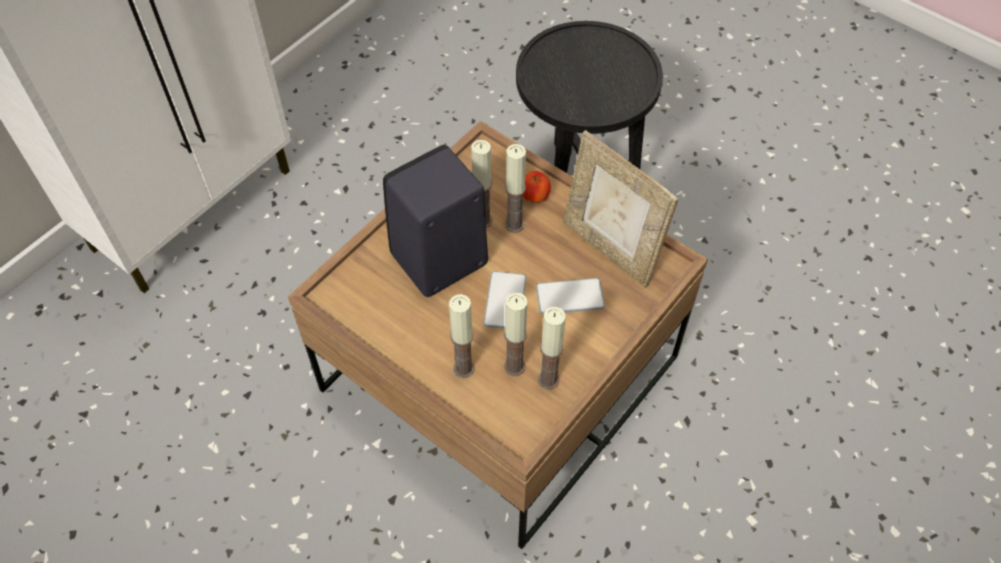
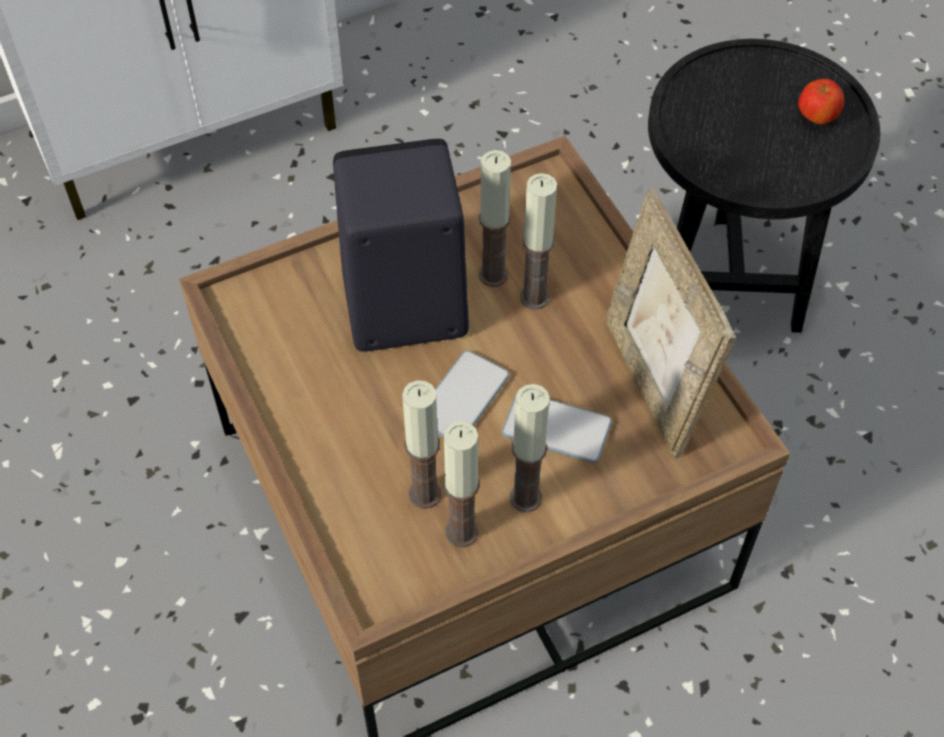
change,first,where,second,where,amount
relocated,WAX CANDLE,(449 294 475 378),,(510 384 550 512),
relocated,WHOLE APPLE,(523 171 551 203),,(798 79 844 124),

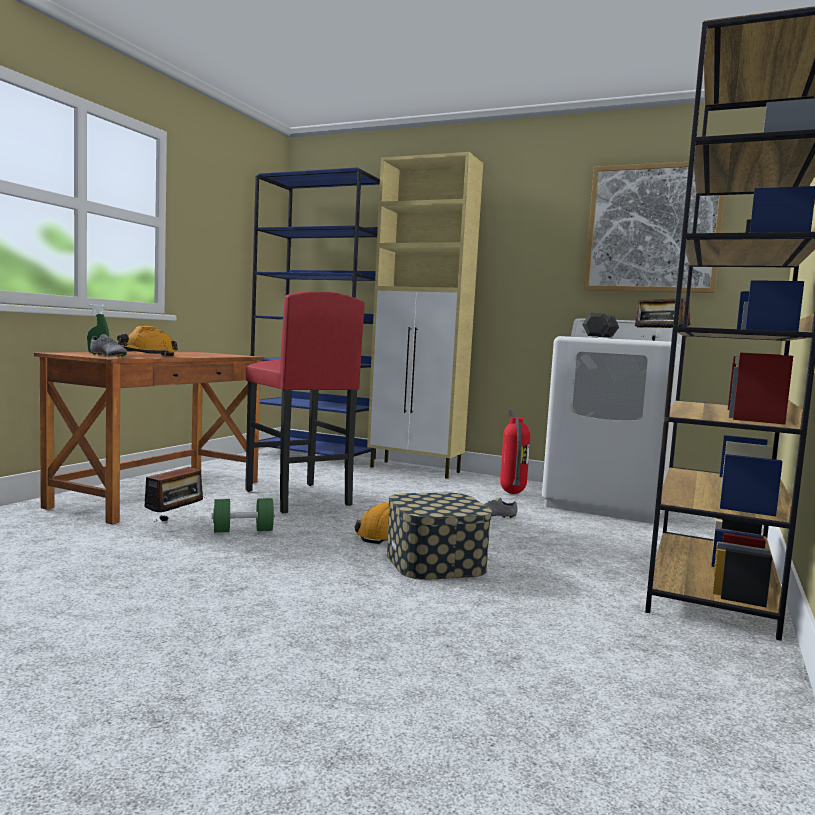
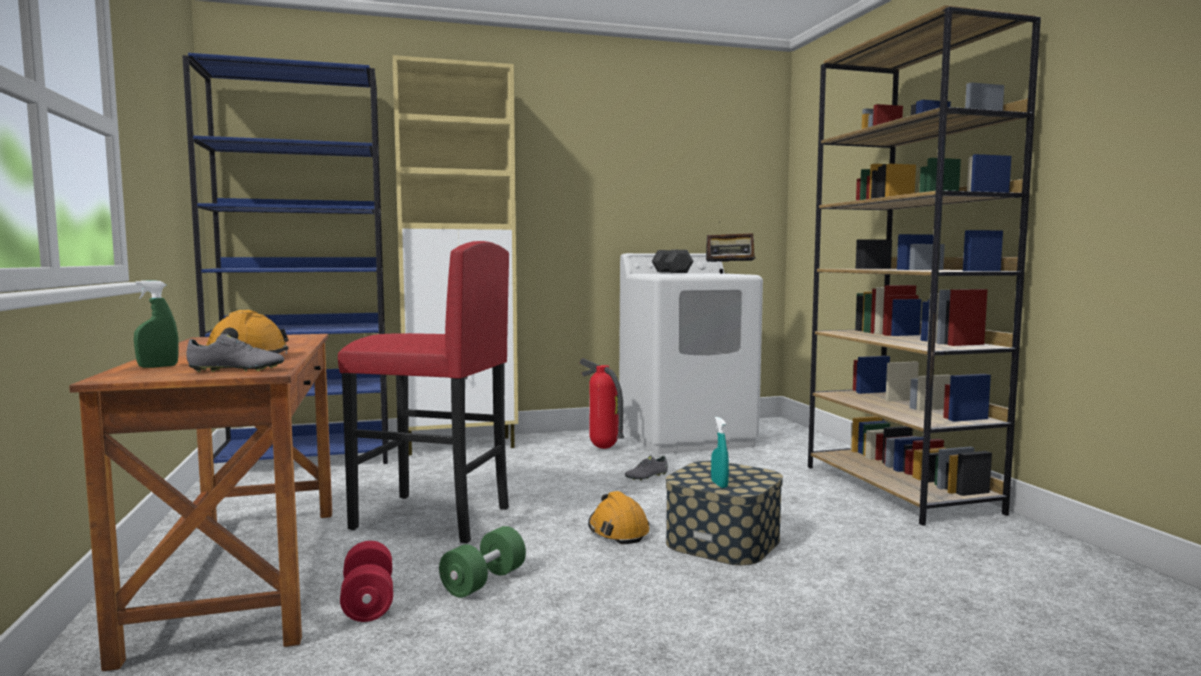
change,first,where,second,where,amount
exchanged,RADIO RECEIVER,(144 462 207 521),RED FREE WEIGHT,(340 541 393 622),
missing,PICTURE,(584 162 725 293),,,
appeared,,,TURQUOISE-COLOURED HAND SPRAYER,(711 417 729 488),

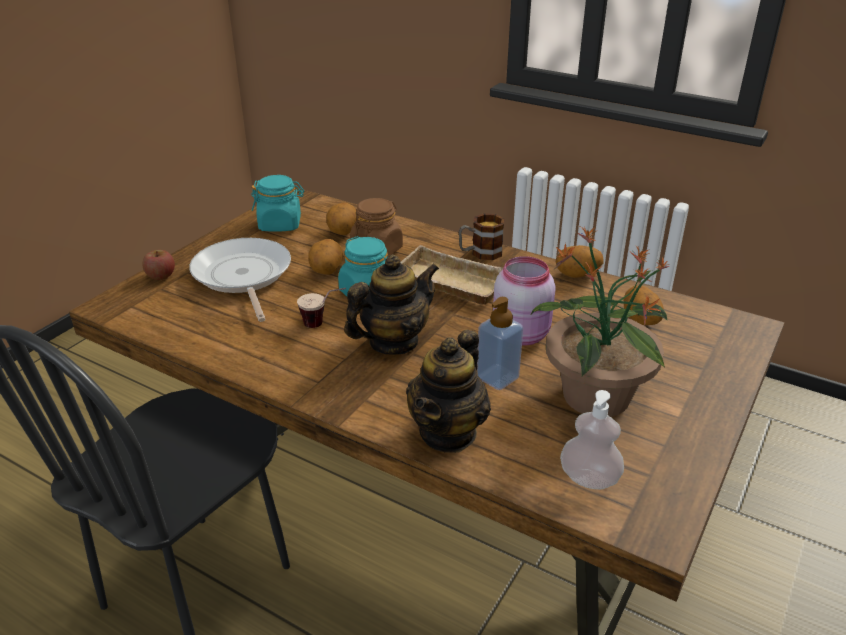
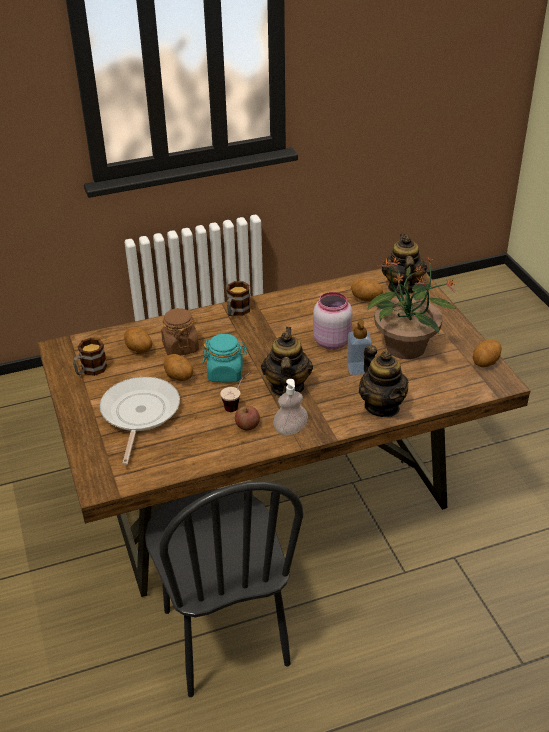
change,first,where,second,where,amount
relocated,WHOLE APPLE,(142 250 175 280),,(235 406 260 431),
spun,SKILLET,(189 238 291 322),,(100 377 180 466),75 degrees clockwise
exchanged,TURQUOISE-COLOURED STORAGE JAR,(251 175 304 232),TEA MUG,(73 338 107 376),
missing,BEIGE-COLOURED SERVING TRAY,(400 245 504 305),,,
relocated,SPUD,(556 245 604 278),,(473 339 502 367),
relocated,SOAP BOTTLE,(560 390 624 489),,(273 379 308 435),
appeared,,,TEA POT,(382 234 427 295),

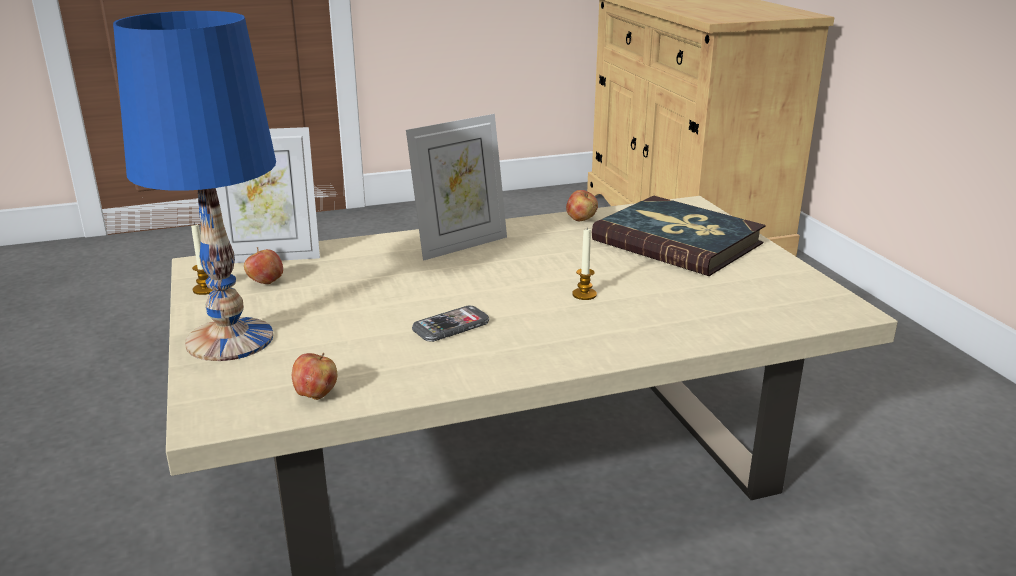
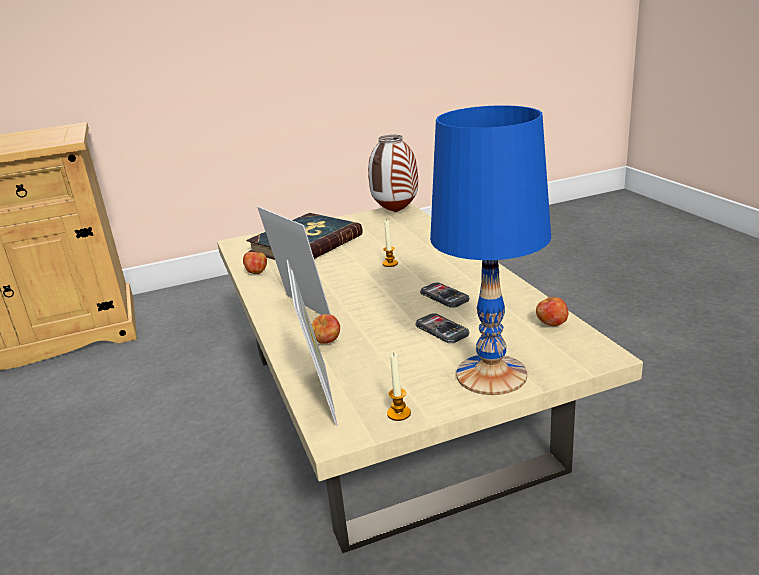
change,first,where,second,where,amount
relocated,WHOLE APPLE,(244 247 283 284),,(311 314 340 344),
appeared,,,VASE,(368 135 418 212),
appeared,,,TELEPHONE,(416 313 469 343),

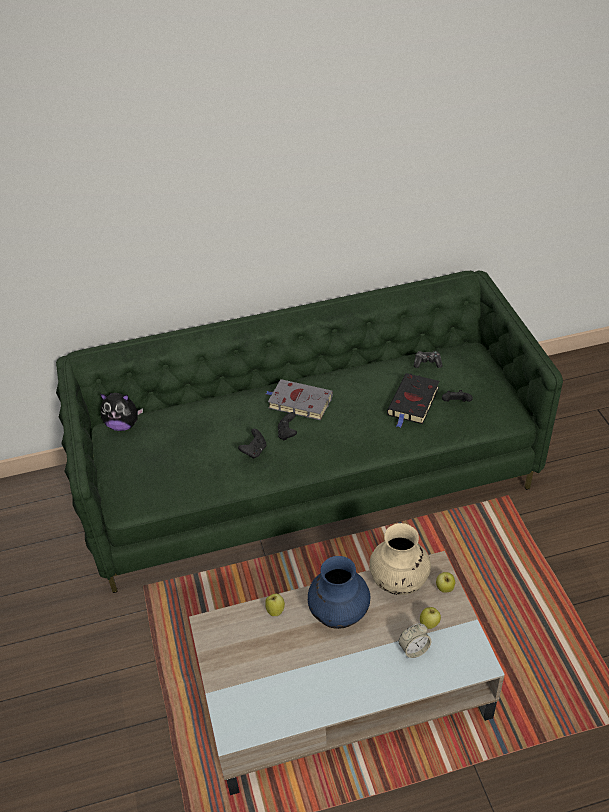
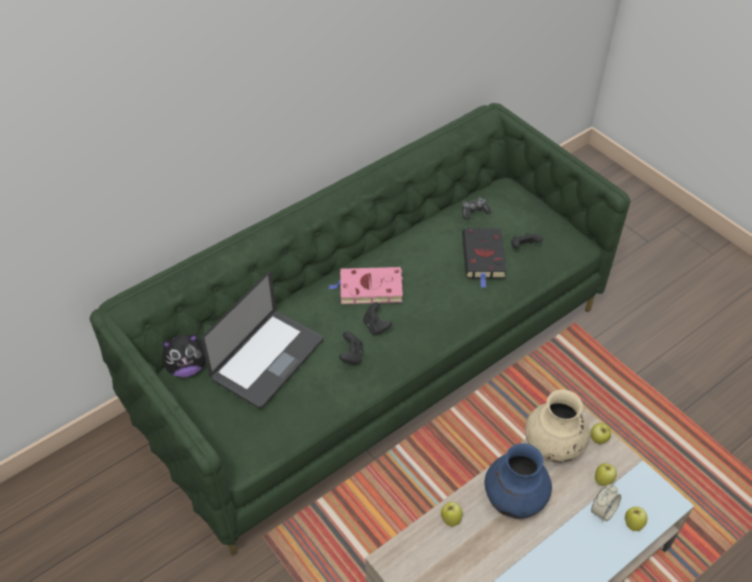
change,first,where,second,where,amount
colour,GRAY BOUND BOOK,(266 379 333 420),PINKISH BOUND BOOK,(328 267 403 304),
appeared,,,NOTEBOOK COMPUTER,(201 271 323 409),
appeared,,,WHOLE APPLE,(625 507 648 531),

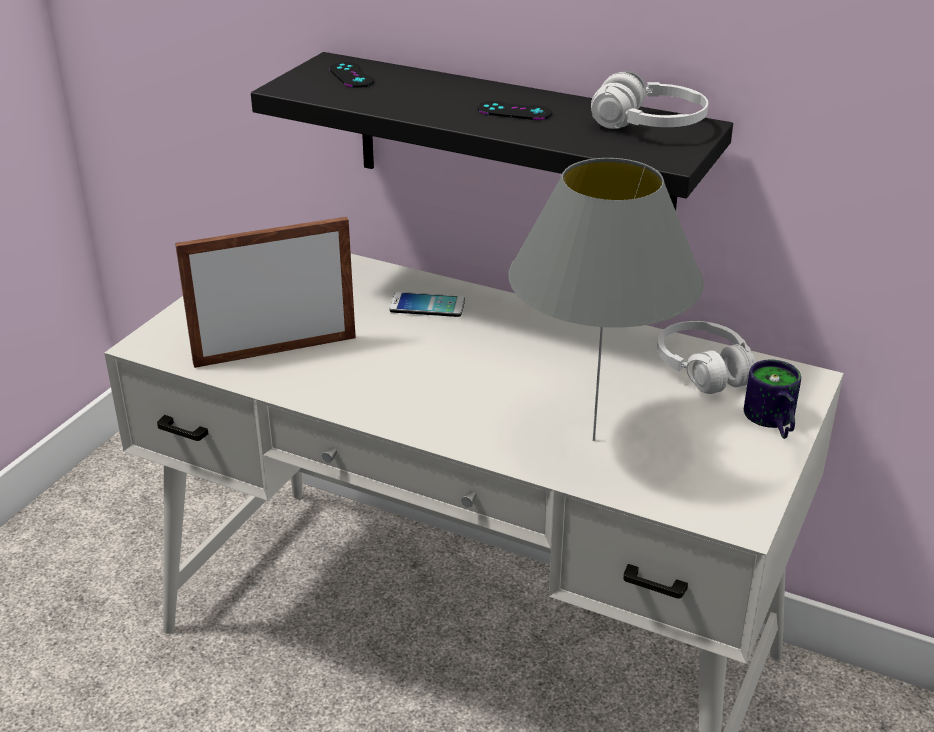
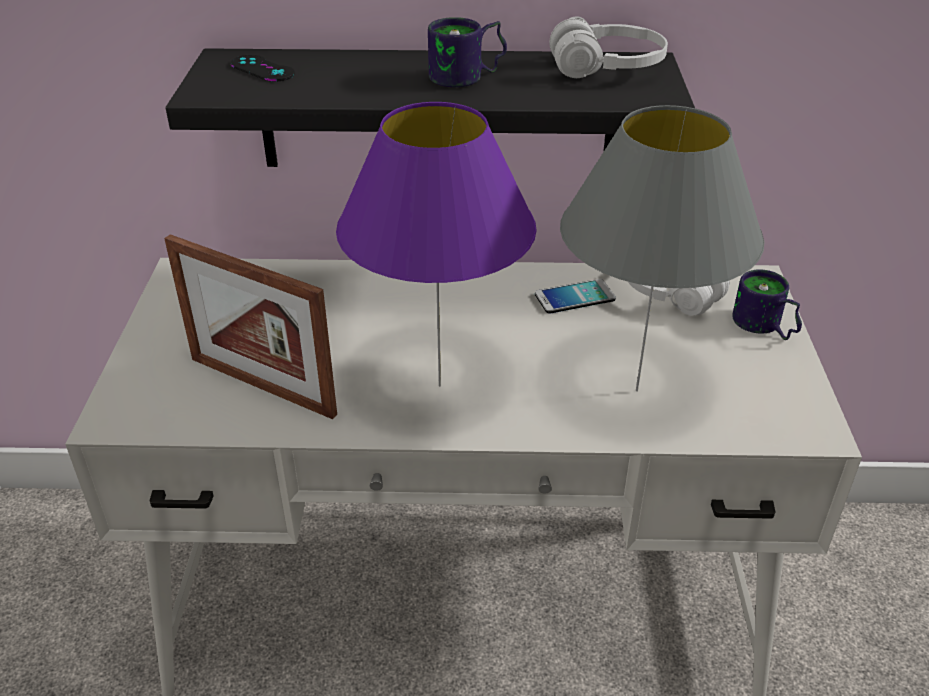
change,first,where,second,where,amount
spun,PHOTO FRAME,(175 217 356 368),,(164 234 337 419),105 degrees counterclockwise
relocated,TELEPHONE,(389 292 465 317),,(535 279 616 314),
exchanged,BLACK-COLOURED GAMEPAD,(477 101 552 120),TEA MUG,(428 17 507 87),
appeared,,,PURPLE-COLOURED LAMP FOR A TABLE,(336 102 537 386),

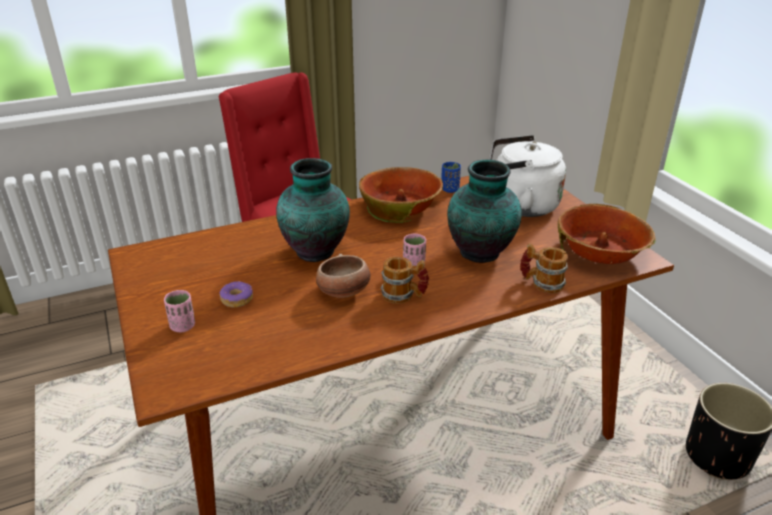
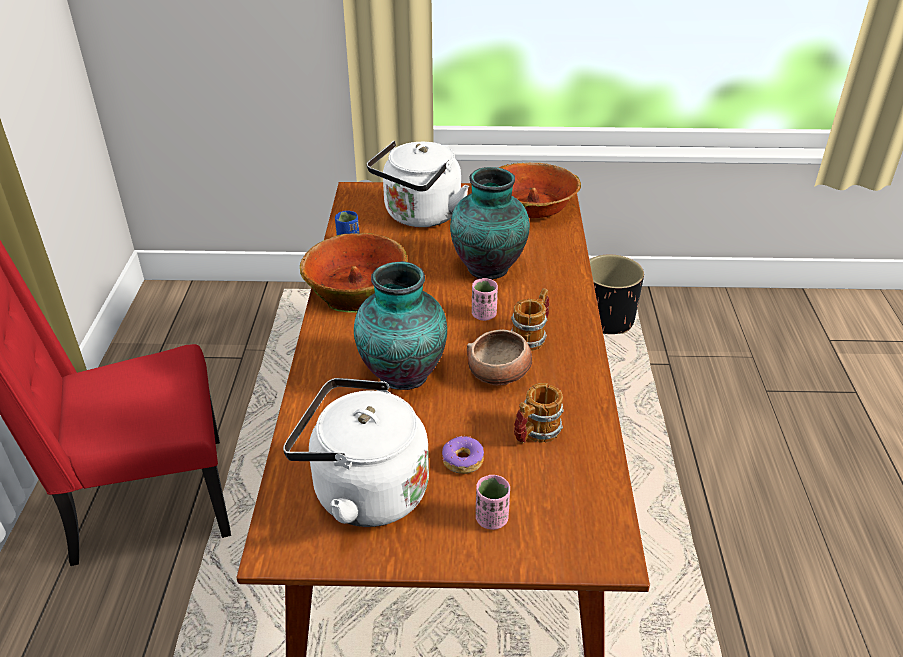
change,first,where,second,where,amount
relocated,TEA MUG,(520 243 568 294),,(514 383 564 443),
appeared,,,WHITE KETTLE,(283 378 429 527),

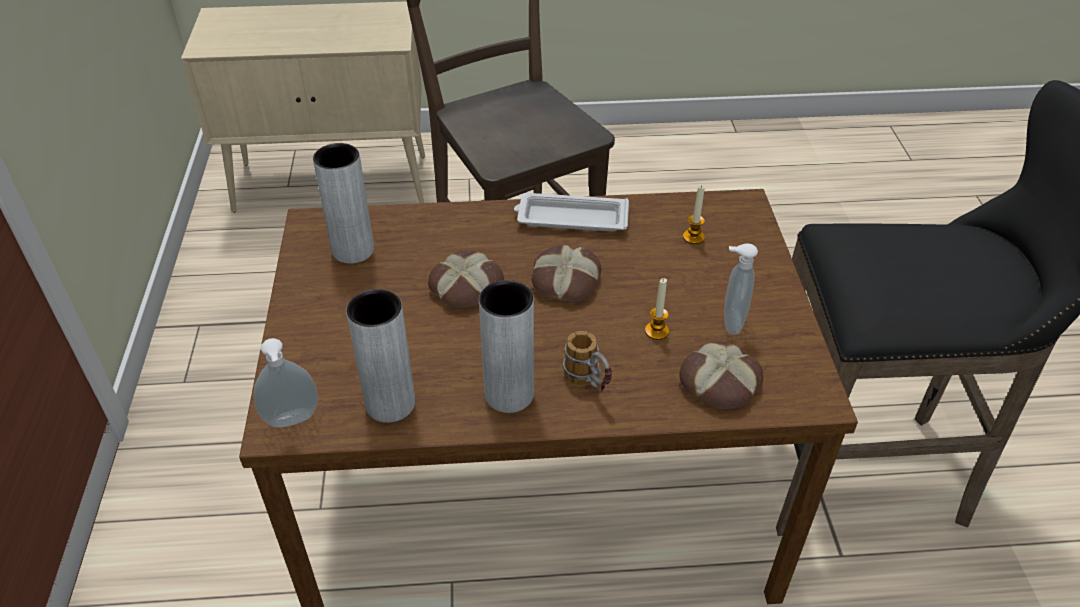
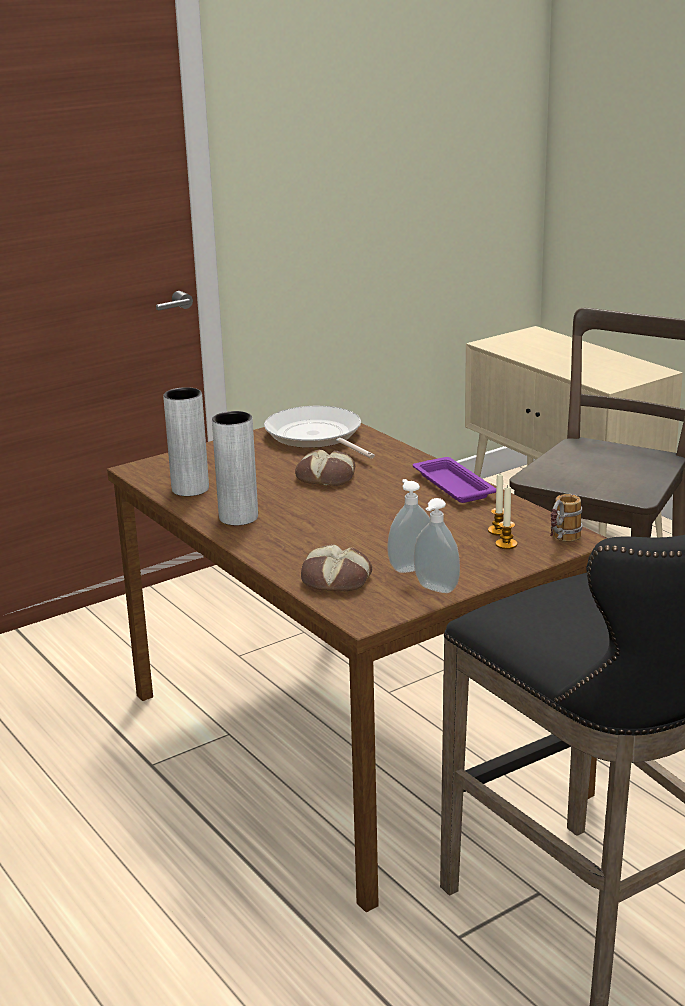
change,first,where,second,where,amount
relocated,SOAP BOTTLE,(254 338 318 428),,(414 498 460 593),
exchanged,GRAY VASE,(313 143 374 264),SKILLET,(264 406 375 458),
colour,WHITE SERVING TRAY,(514 193 629 232),PURPLE-COLOURED SERVING TRAY,(413 457 496 503),
missing,BAKED BREAD,(531 245 601 303),,,
relocated,TEA MUG,(563 331 612 392),,(550 494 582 542),
relocated,WAX CANDLE,(645 278 669 340),,(495 486 517 549),

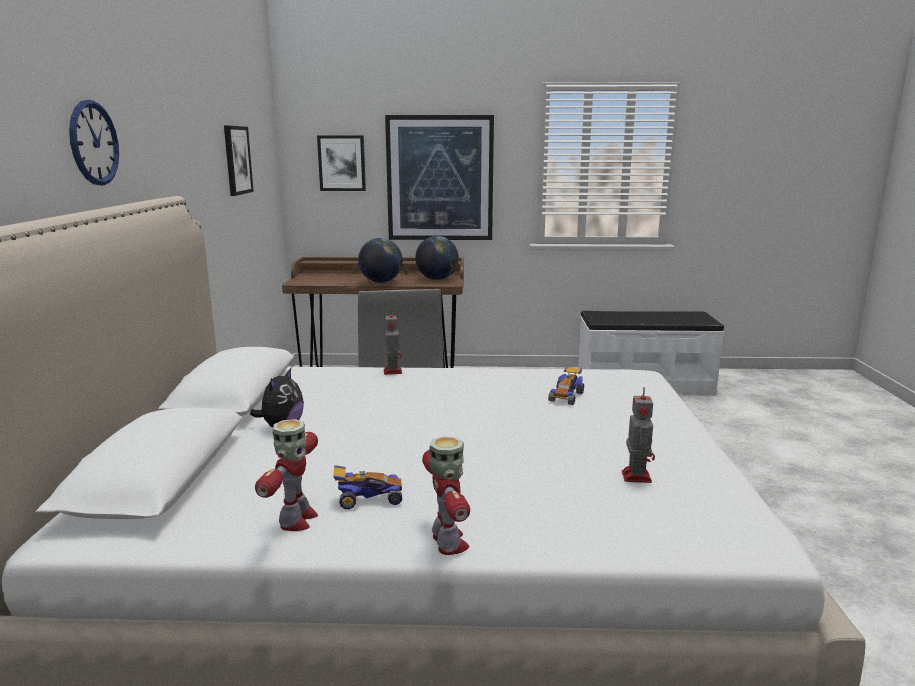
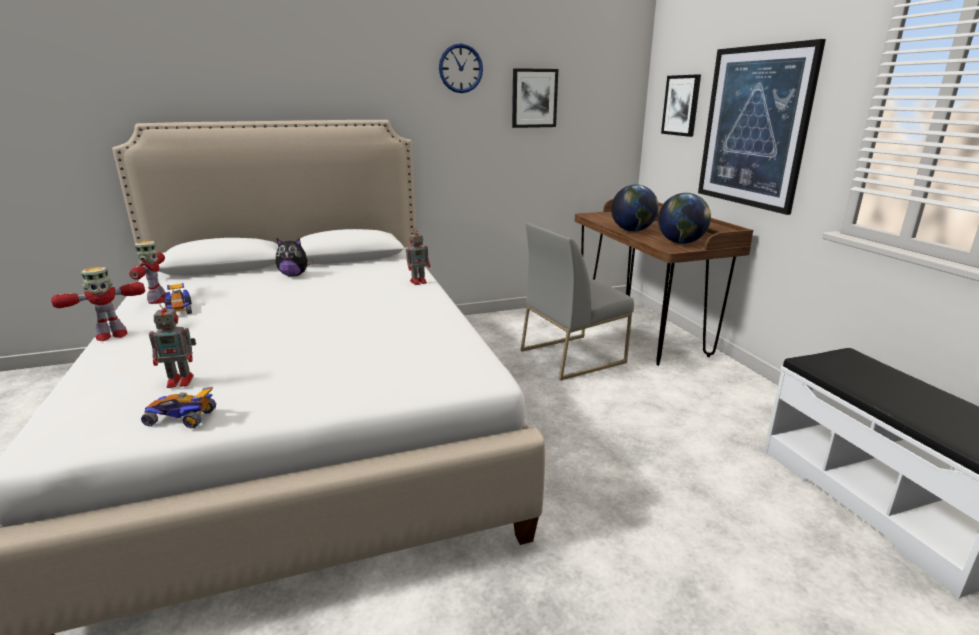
change,first,where,second,where,amount
relocated,CLOCK ON THE WALL,(69 100 119 185),,(439 43 483 93),
spun,MODEL ROBOT,(255 419 318 531),,(129 241 166 304),90 degrees counterclockwise
relocated,MINIATURE CAR,(548 366 584 405),,(141 387 216 428),

